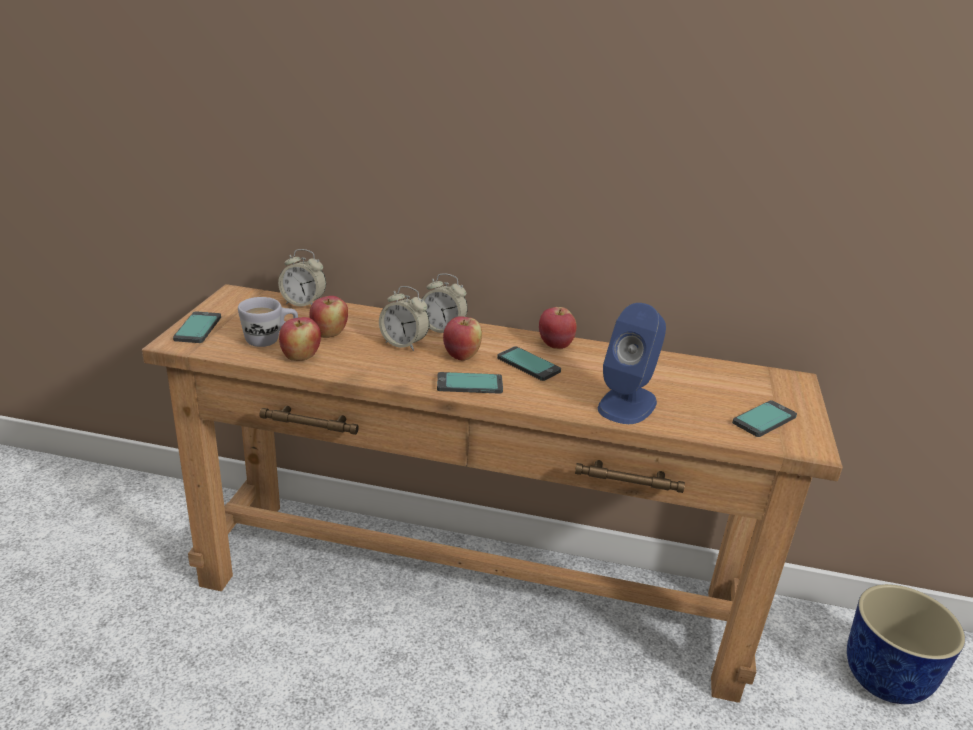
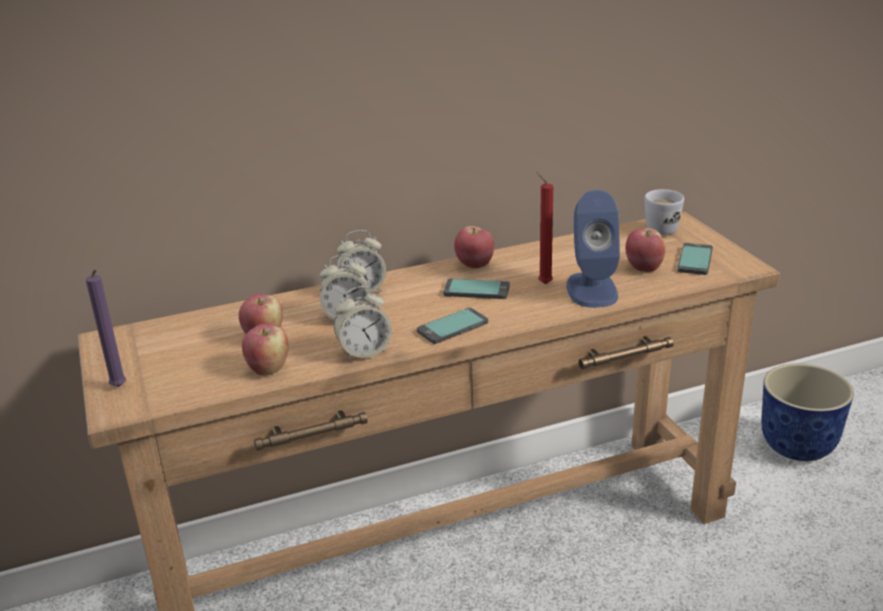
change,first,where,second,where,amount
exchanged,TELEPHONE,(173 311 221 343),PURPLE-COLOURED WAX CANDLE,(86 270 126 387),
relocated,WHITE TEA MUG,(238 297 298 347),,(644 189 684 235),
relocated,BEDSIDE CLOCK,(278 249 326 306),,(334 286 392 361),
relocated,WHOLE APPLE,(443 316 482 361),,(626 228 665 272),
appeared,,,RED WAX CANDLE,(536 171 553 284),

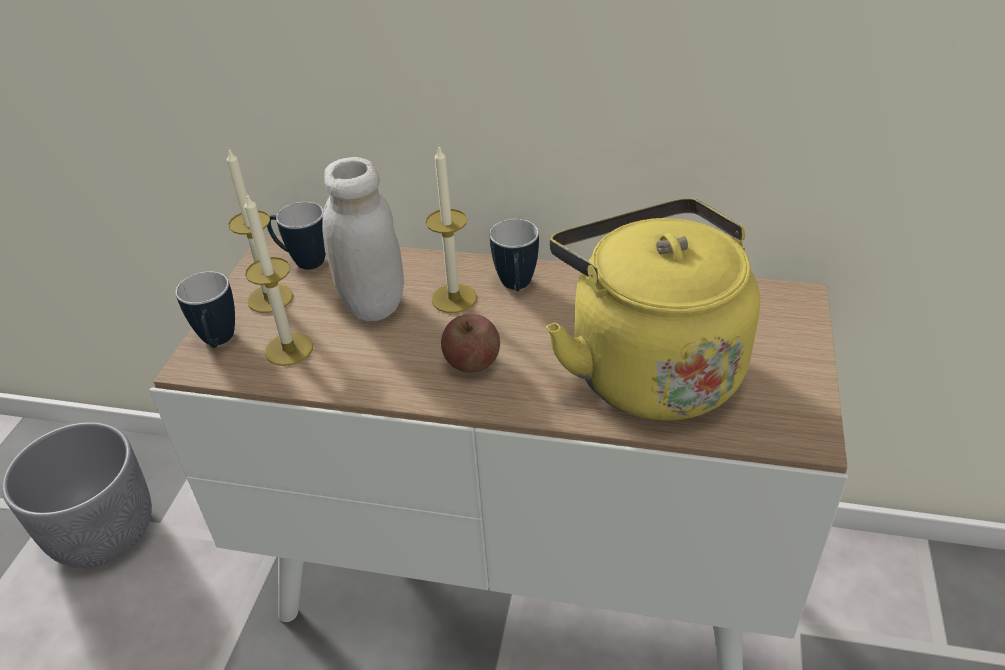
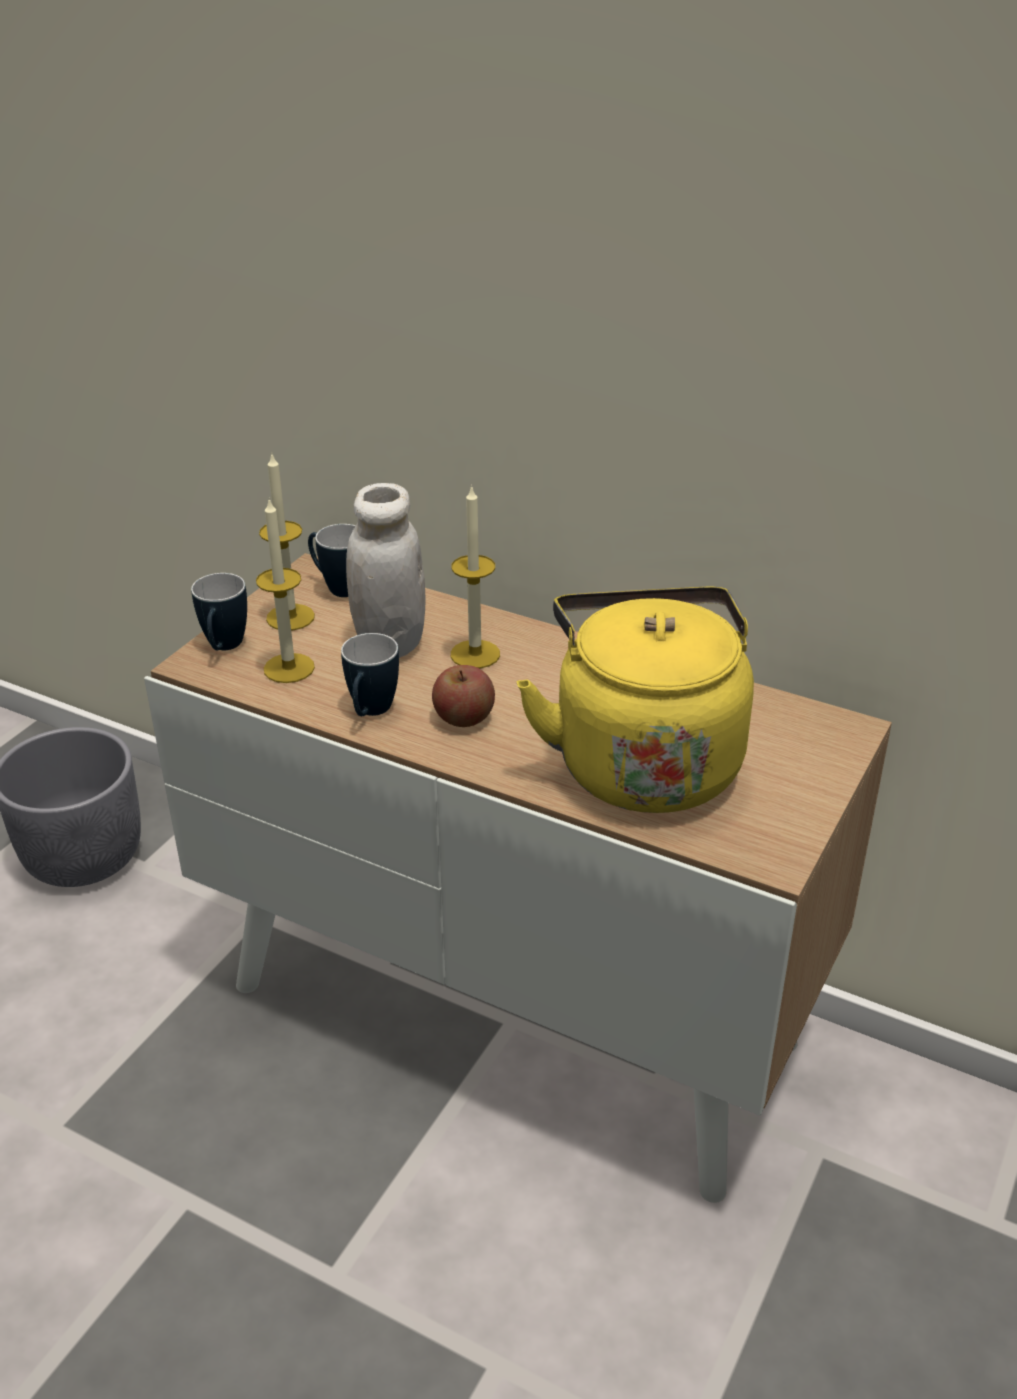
change,first,where,second,where,amount
relocated,TEA MUG,(490 219 539 291),,(341 633 399 716),

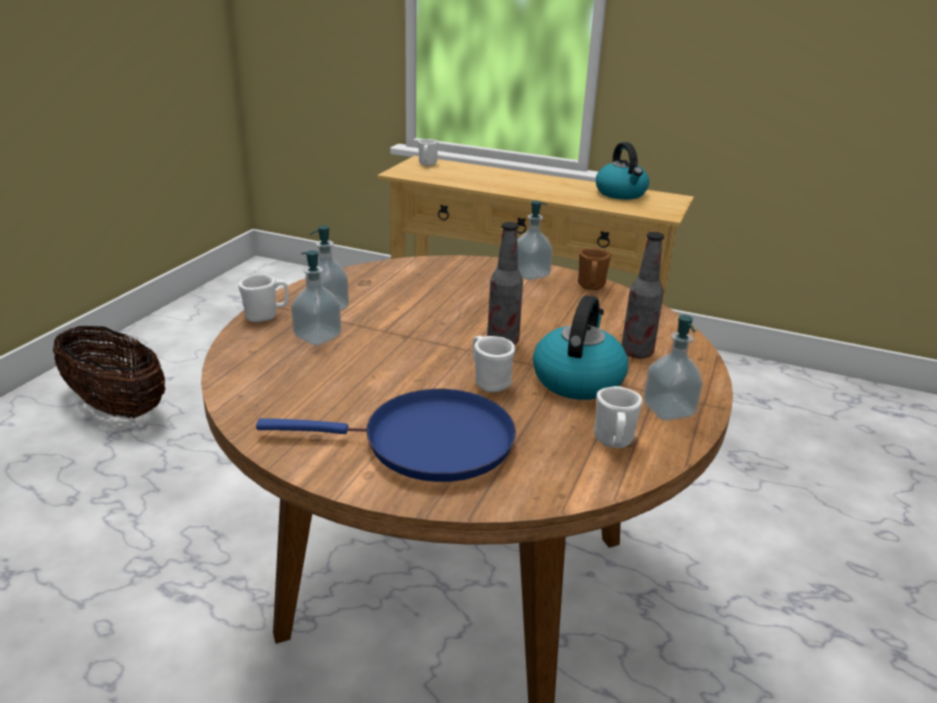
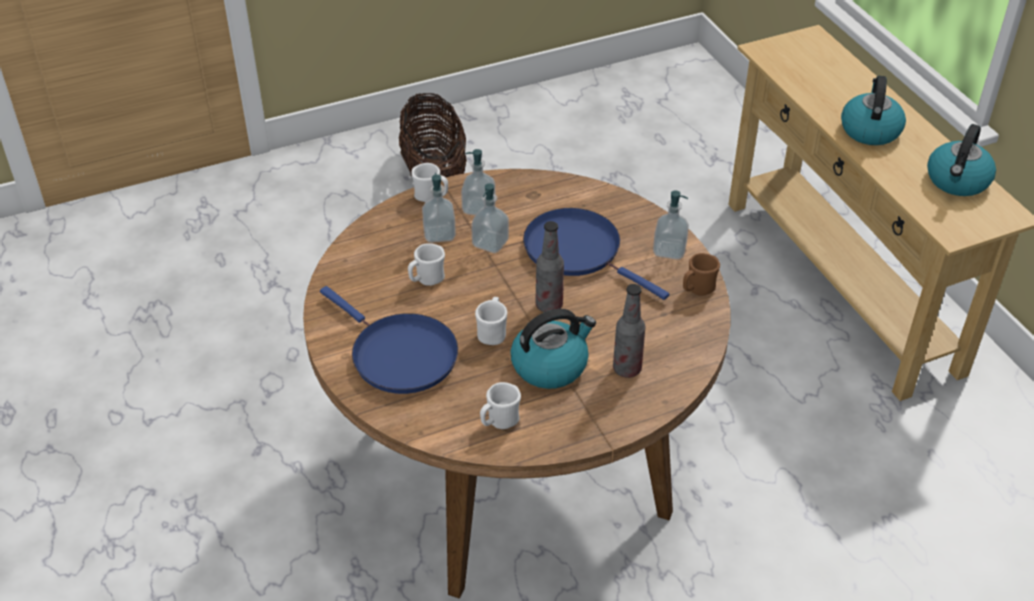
change,first,where,second,where,amount
relocated,WHITE TEA MUG,(418 139 438 165),,(408 243 445 286),
relocated,SOAP BOTTLE,(643 315 703 421),,(471 183 509 253),
appeared,,,BLUE SKILLET,(523 208 669 300),
appeared,,,KETTLE,(841 76 906 145),

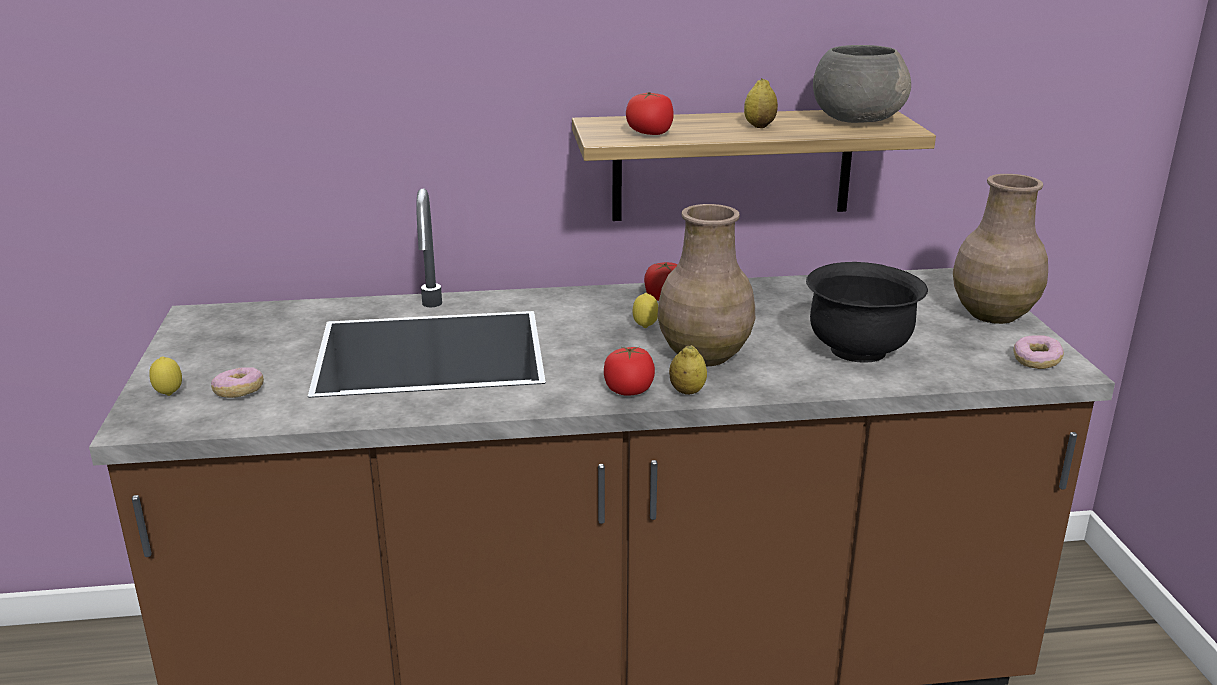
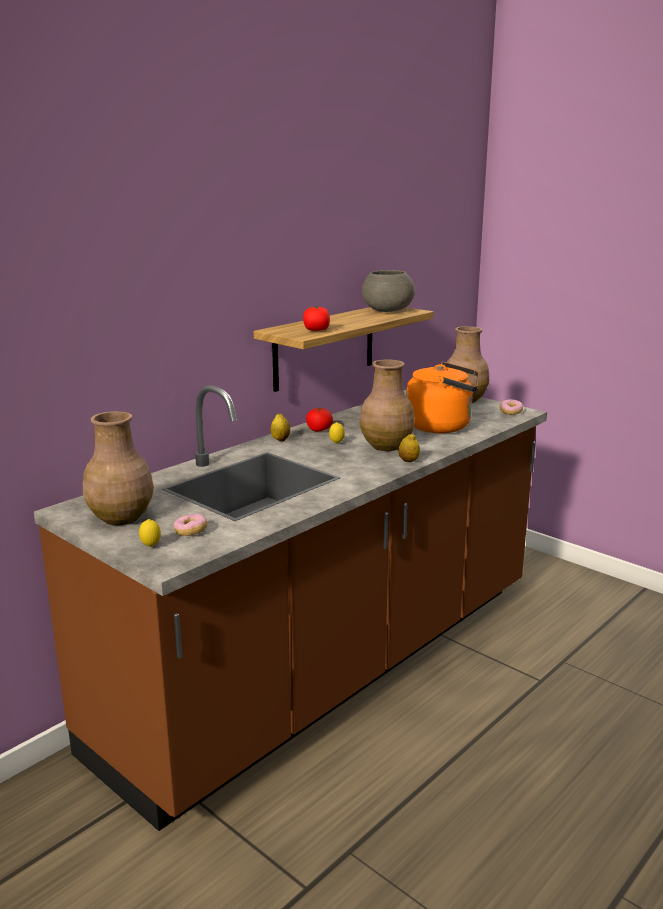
change,first,where,second,where,amount
missing,FRESH TOMATO,(604 347 655 396),,,
relocated,CITRUS FRUIT,(744 78 778 128),,(271 413 290 441),
exchanged,BLACK-COLOURED SERVING BOWL,(806 262 928 362),ORANGEY KETTLE,(406 362 479 433),
appeared,,,BROWN-COLOURED VASE,(83 411 154 526),

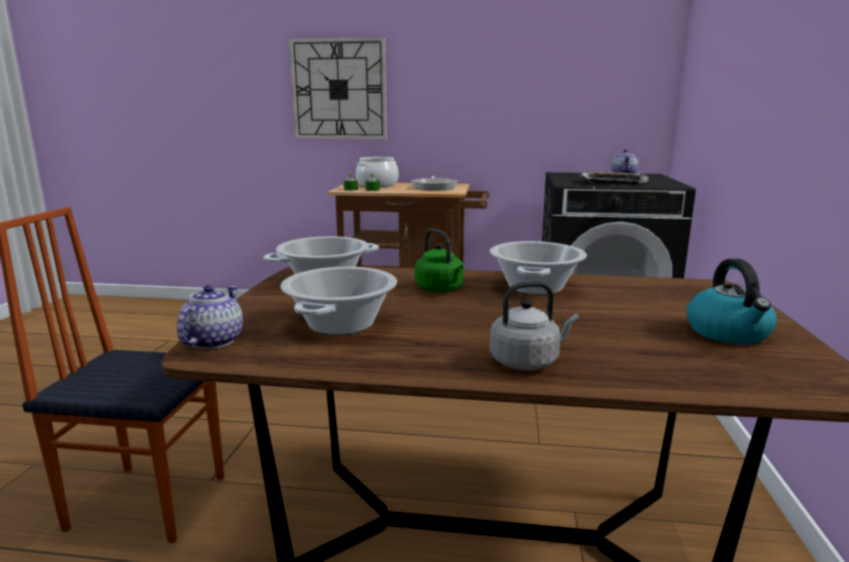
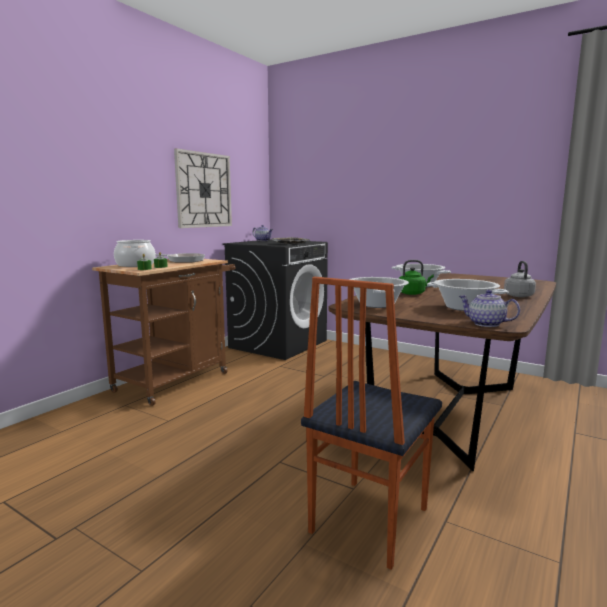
change,first,where,second,where,amount
relocated,CLOCK ON THE WALL,(289 37 387 139),,(174 148 232 228),
missing,KETTLE,(687 259 777 345),,,

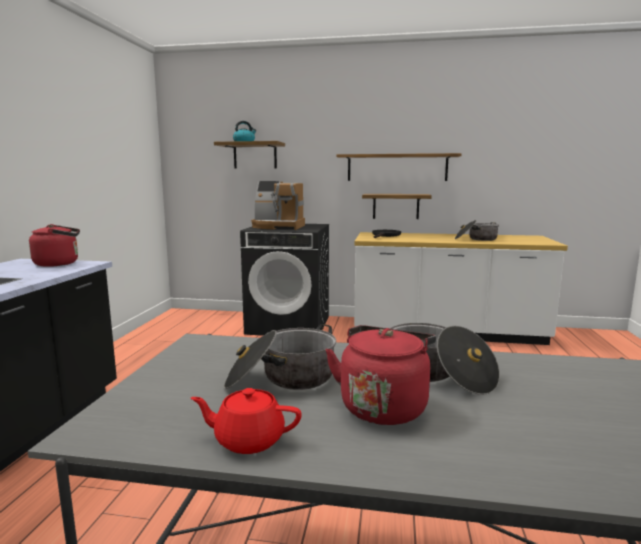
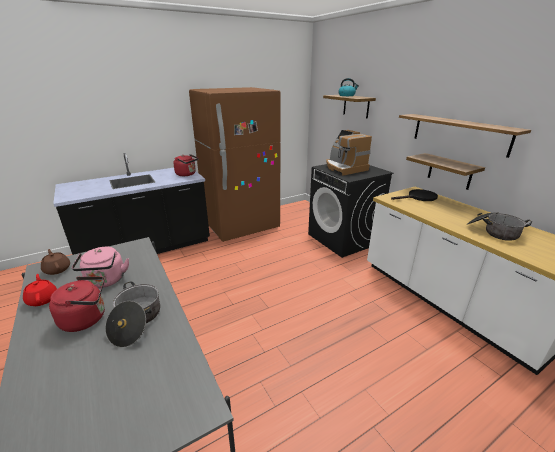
change,first,where,second,where,amount
exchanged,STOCKPOT,(224 324 336 390),PINKISH KETTLE,(72 247 129 288),
appeared,,,BROWN-COLOURED TEA POT,(41 249 70 275),
appeared,,,BROWN-COLOURED REFRIGERATOR,(189 87 281 242),

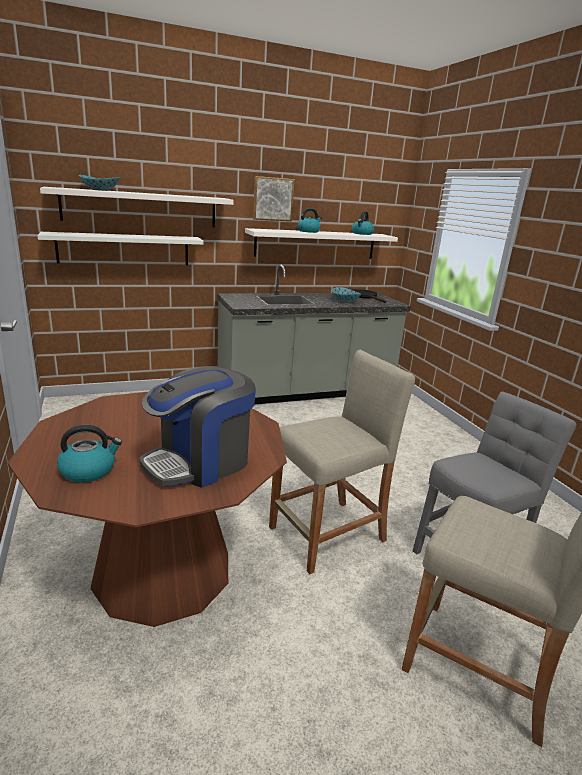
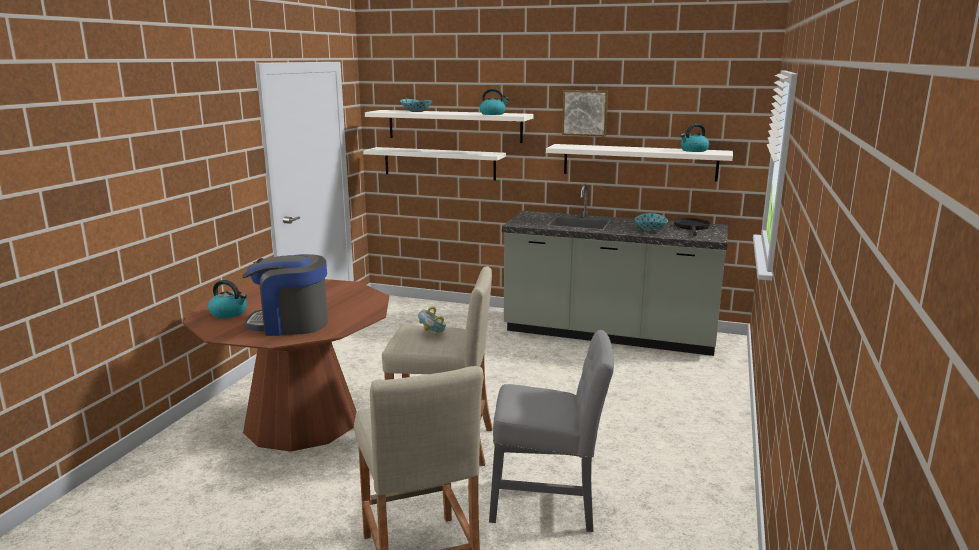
change,first,where,second,where,amount
relocated,KETTLE,(297 208 322 233),,(480 89 510 115),
appeared,,,SERVING BOWL,(418 306 446 334),

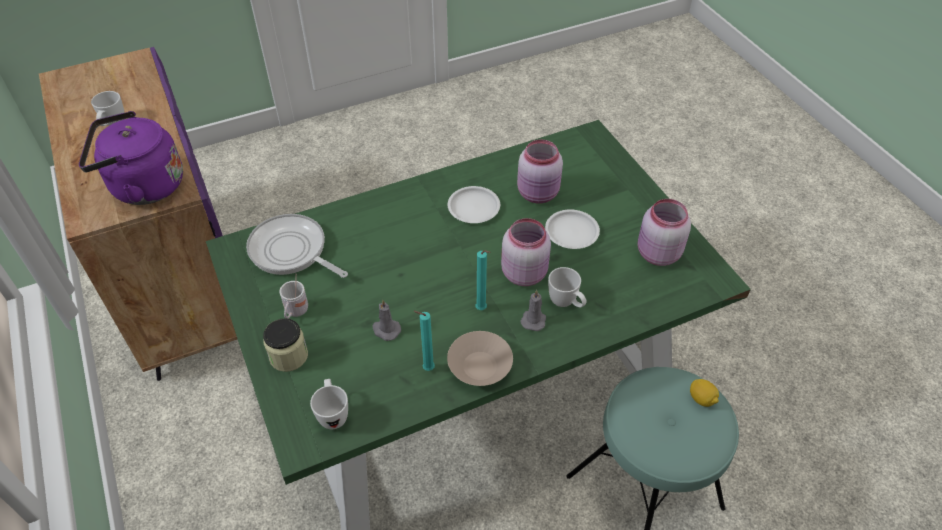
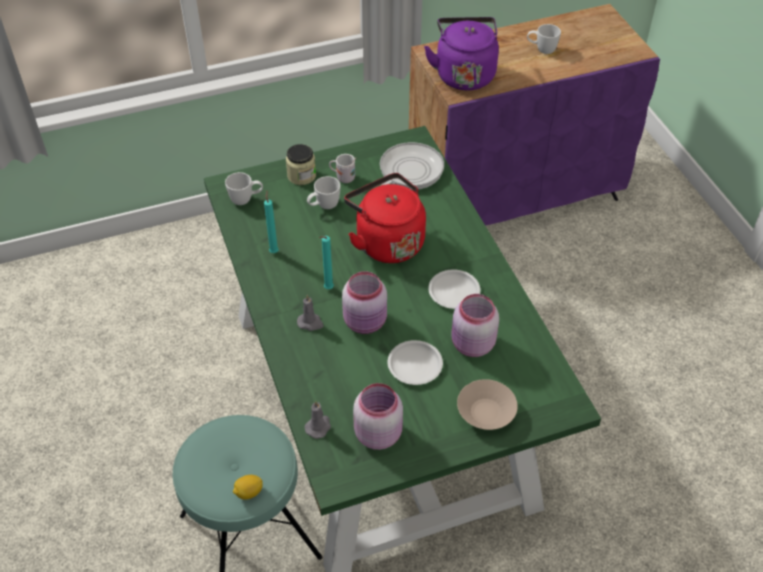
change,first,where,second,where,amount
relocated,GRAY WAX CANDLE,(372 300 401 341),,(304 401 331 439),
relocated,BEIGE-COLOURED SERVING BOWL,(447 331 513 386),,(457 379 518 430),
relocated,WHITE TEA MUG,(548 267 587 307),,(307 176 340 209),
appeared,,,RED KETTLE,(344 173 426 263),

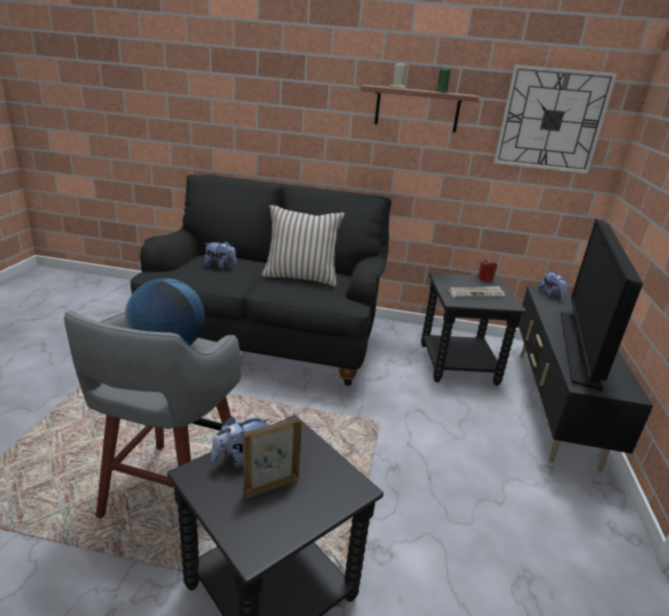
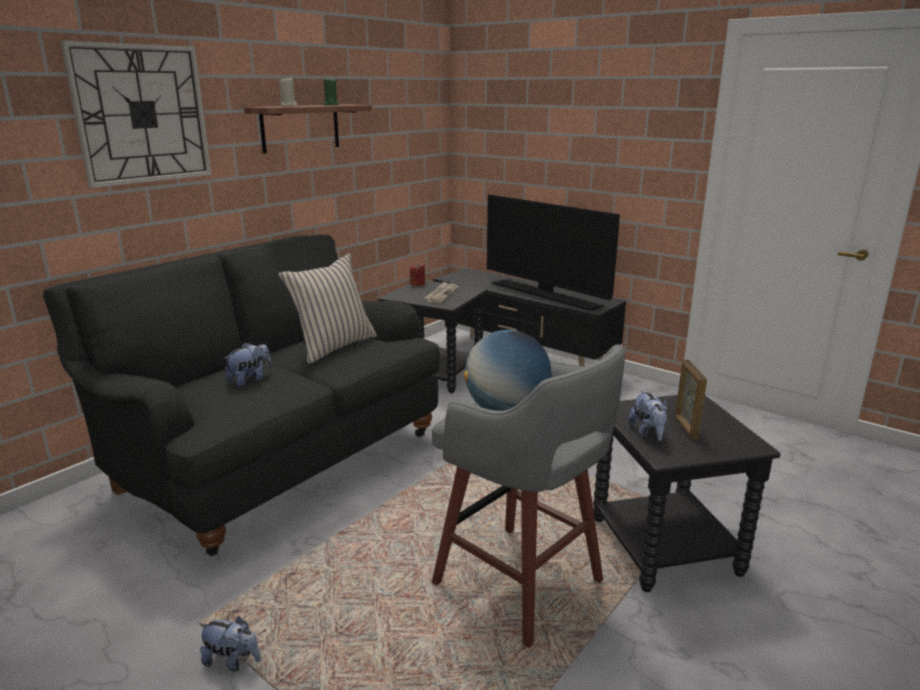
change,first,where,second,where,amount
relocated,CLOCK ON THE WALL,(494 64 618 174),,(60 40 212 188),
relocated,CUDDLY TOY,(539 271 567 298),,(199 616 261 671),

